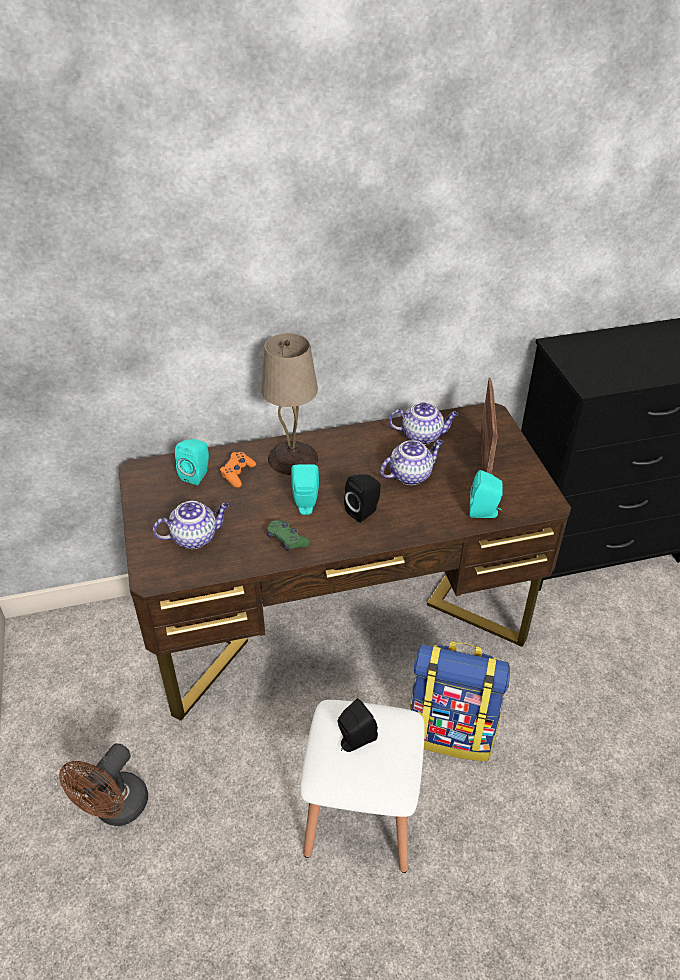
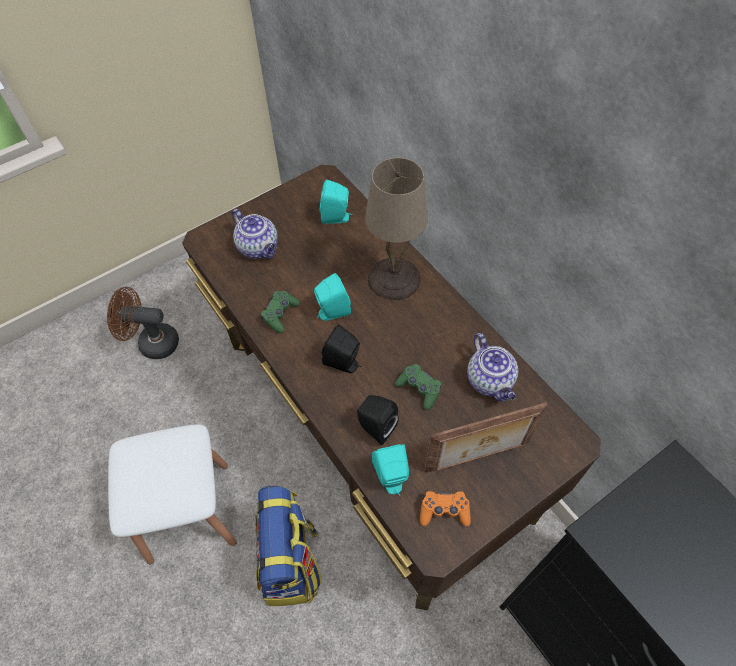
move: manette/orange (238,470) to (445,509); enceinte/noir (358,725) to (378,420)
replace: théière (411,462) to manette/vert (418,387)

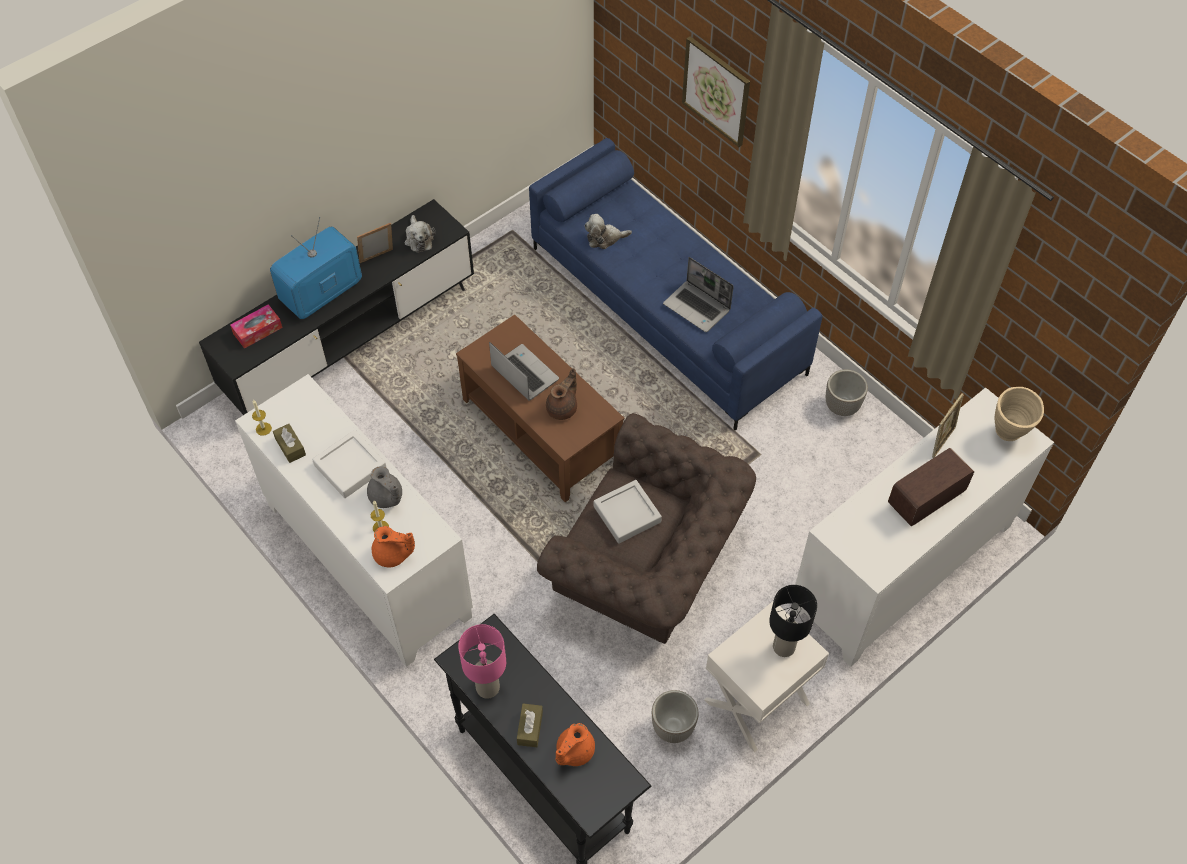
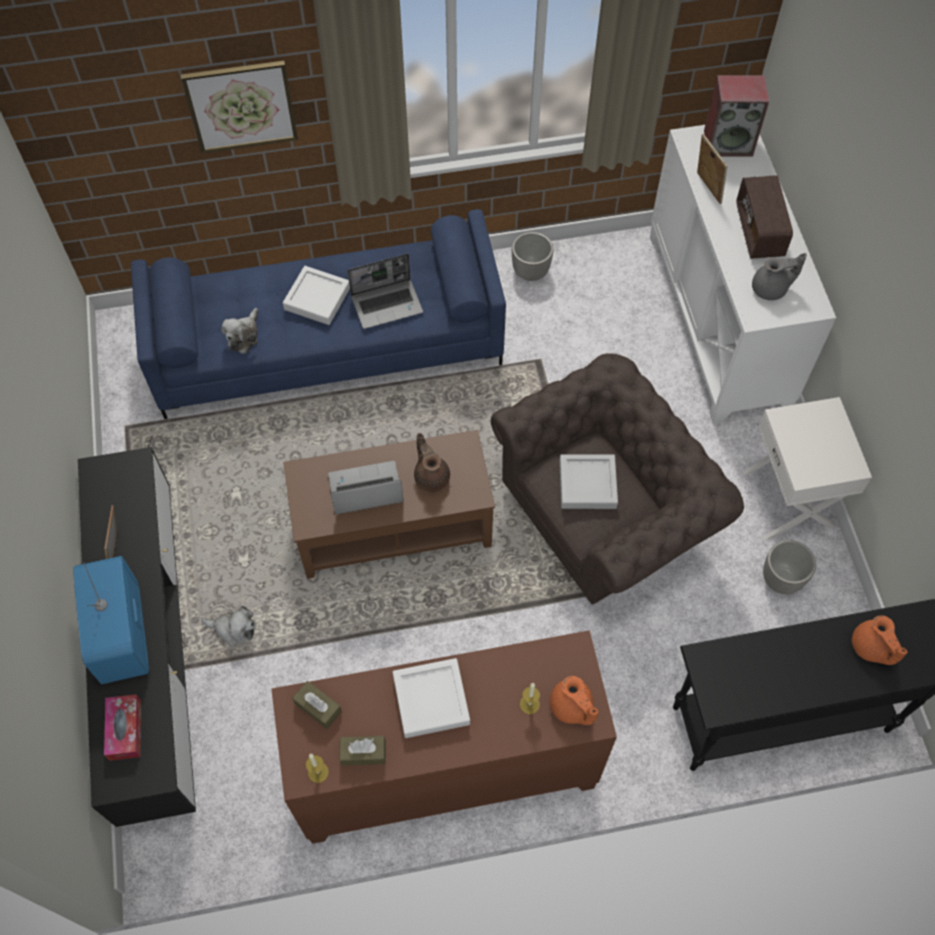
delete: lampe de table/noir (793,621); lampe de table/rose (482,661)
insert: plateau/blanc (316,295)
move: peluche (420,234) to (228,626); théière/gris (384,487) to (779,276); boîte à mouchoirs/marron (530,725) to (317,705)
replace: vase/beige (1019,414) to enceinte (736,115)
recolor: meuble de rangement/blanc (354,520) to meuble de rangement/marron (444,737)
rotate: théière/orange (393,547) = (574,700) 105 degrees clockwise

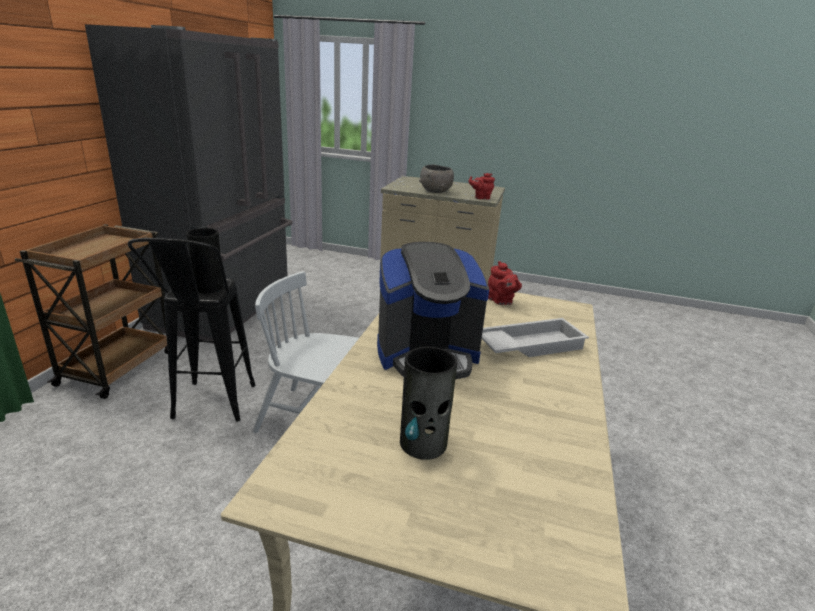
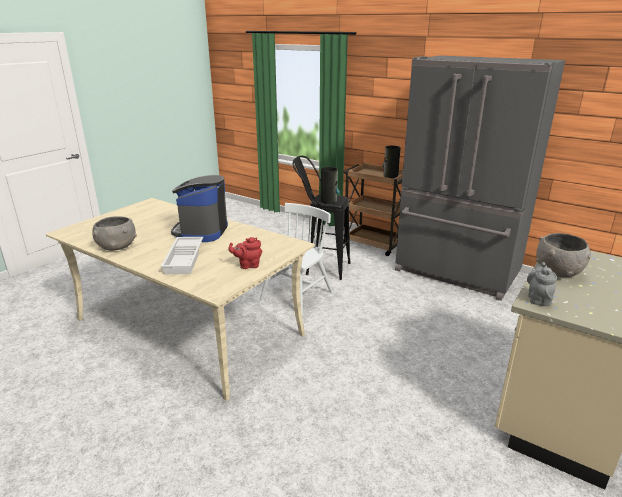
insert: bol/gris (114,233)
move: vase (428,403) to (391,162)
recolor: théière/rouge (482,186) to théière/gris (542,284)

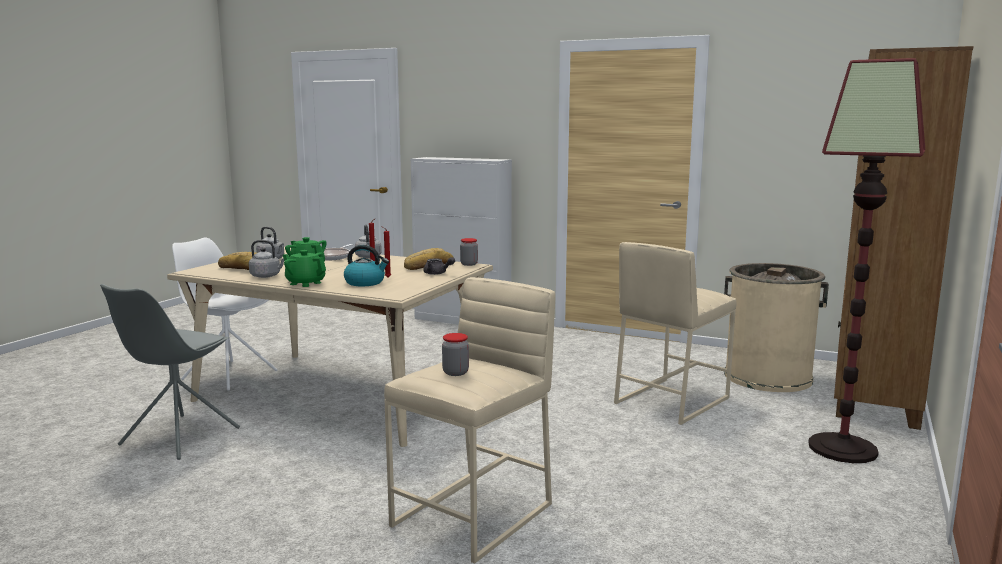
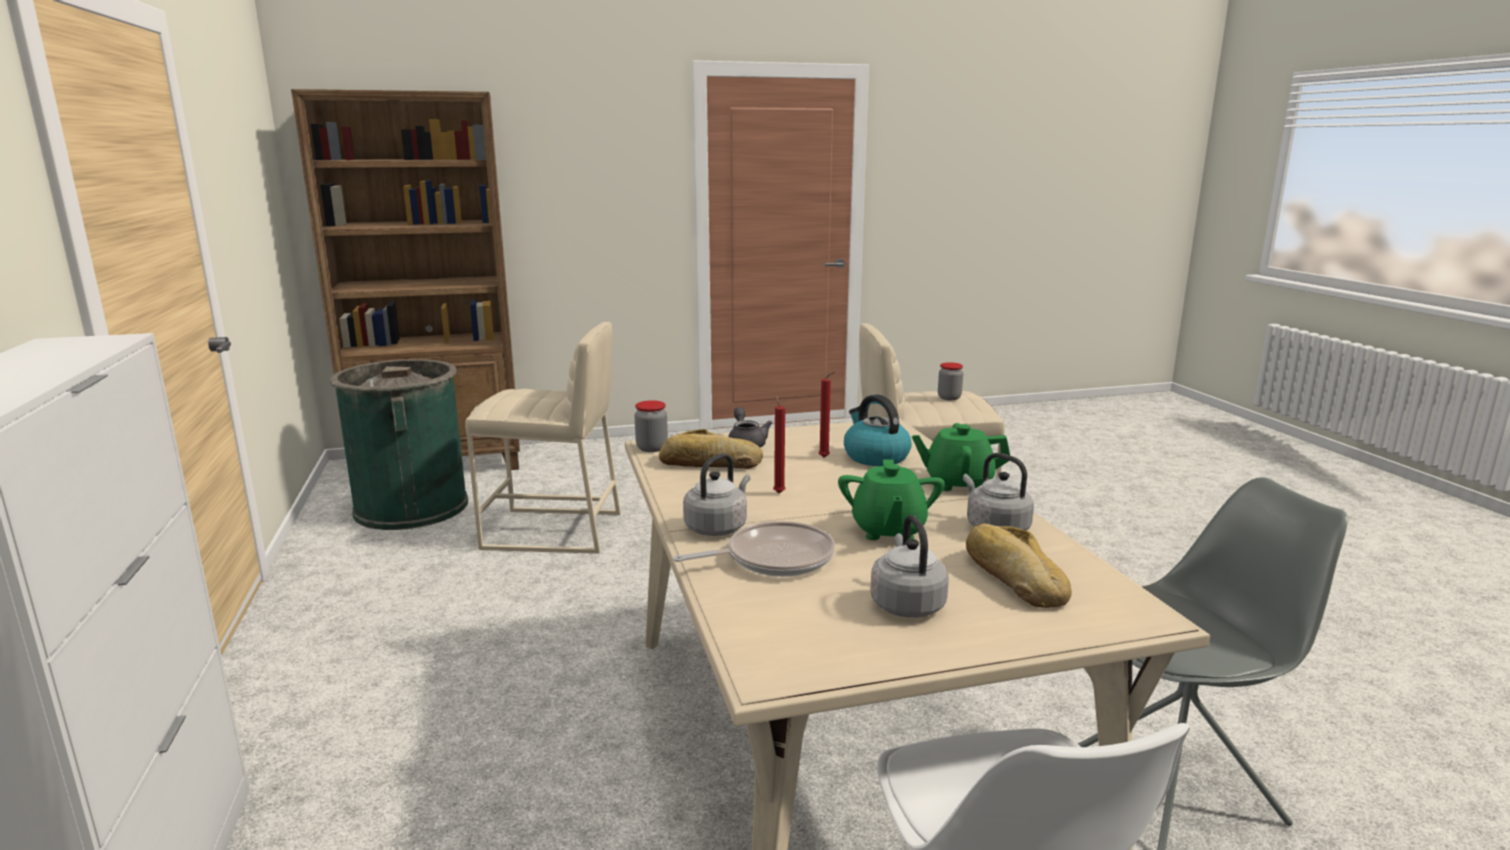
delete: lampadaire (867,260)
recolor: poubelle/beige (776,327) to poubelle/vert (399,444)
rotate: théière/vert (304,268) = (961,457) 105 degrees clockwise

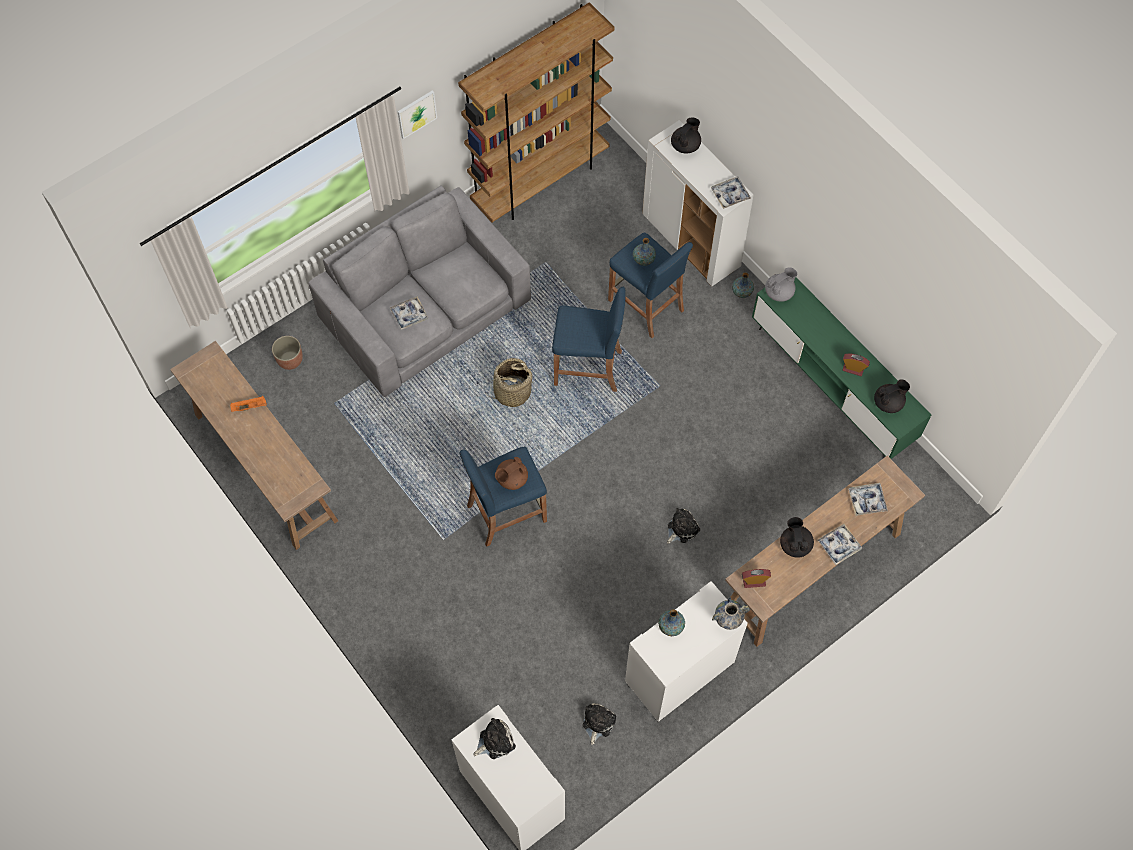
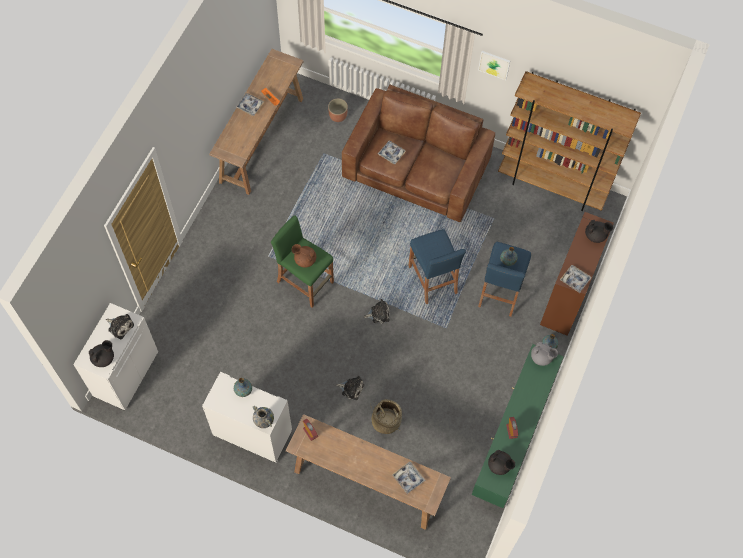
move: panier (510,382) to (386,416); théière/noir (797,537) to (101,353); plateau (840,544) to (250,104); peluche (599,724) to (377,311)
recolor: meuble de rangement/blanc (698,203) to meuble de rangement/marron (577,274); canapé/gris (420,291) to canapé/marron (418,153); tabouret/bleu (503,497) to tabouret/vert (302,261)

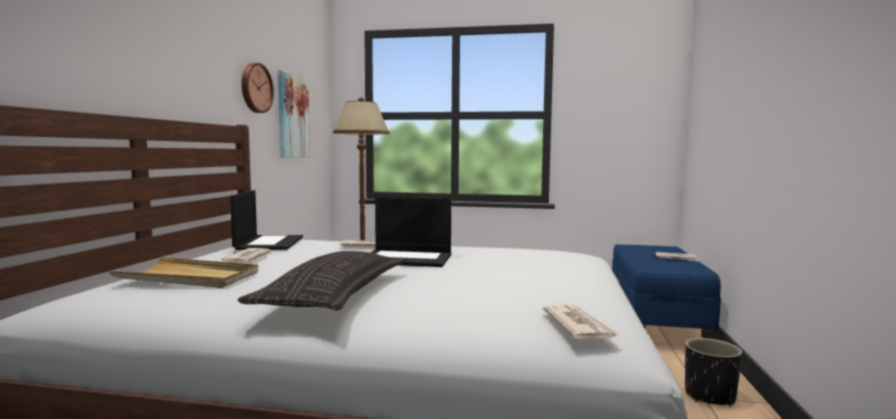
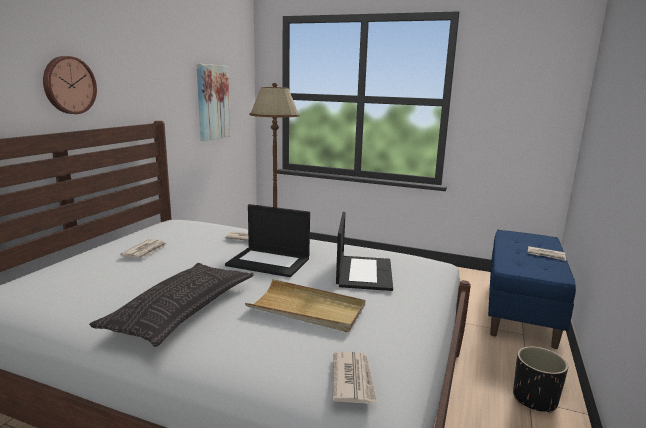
move: horloge murale (257,88) to (70,85); ordinateur portable (266,220) to (364,251); plateau/beige (183,272) to (305,305)

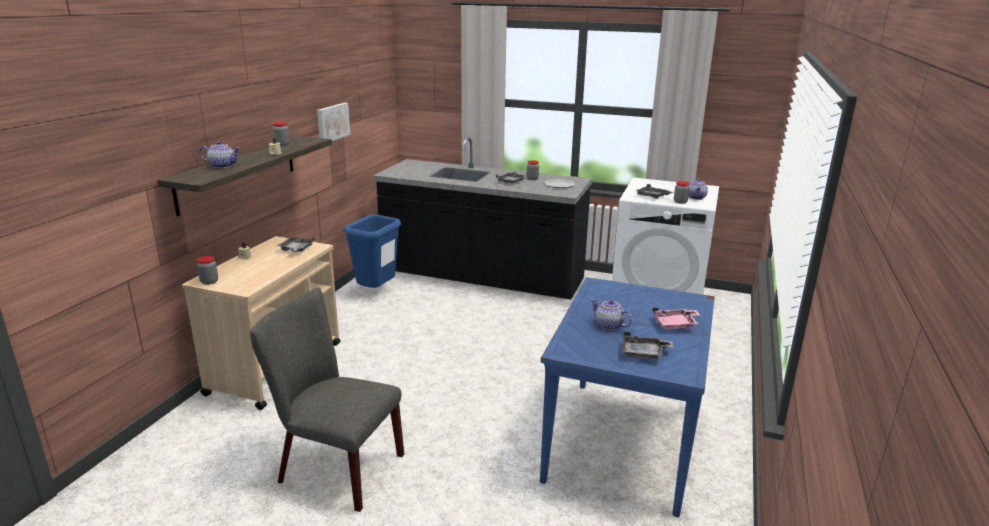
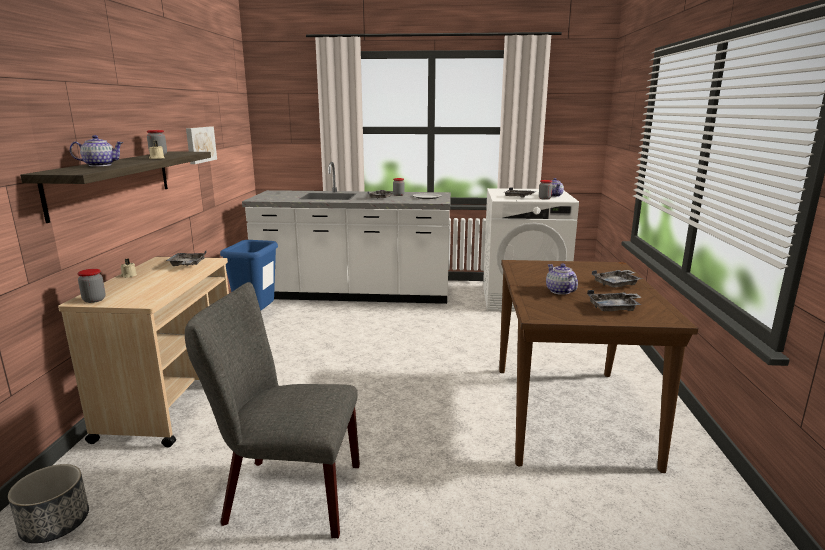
insert: cache-pot (48,504)
recolor: comptoir de cuisine/noir (482,218) to comptoir de cuisine/blanc (346,233); table à manger/bleu (627,397) to table à manger/marron (598,366); plateau/rose (676,318) to plateau/gris (617,279)
rotate: théière (611,314) = (562,279) 45 degrees clockwise

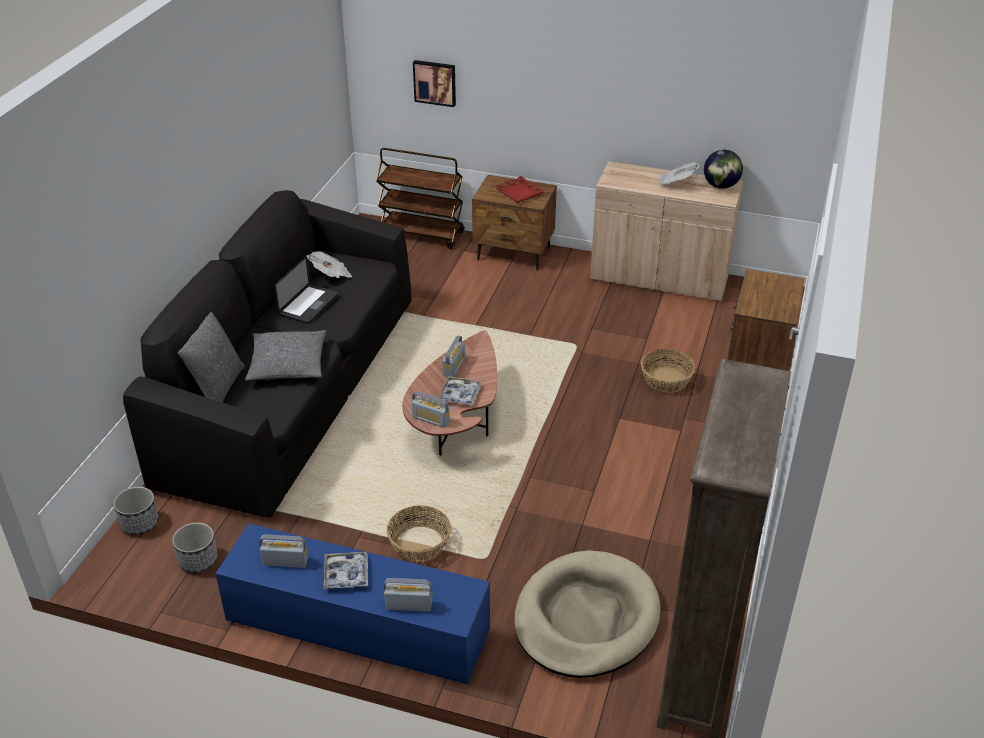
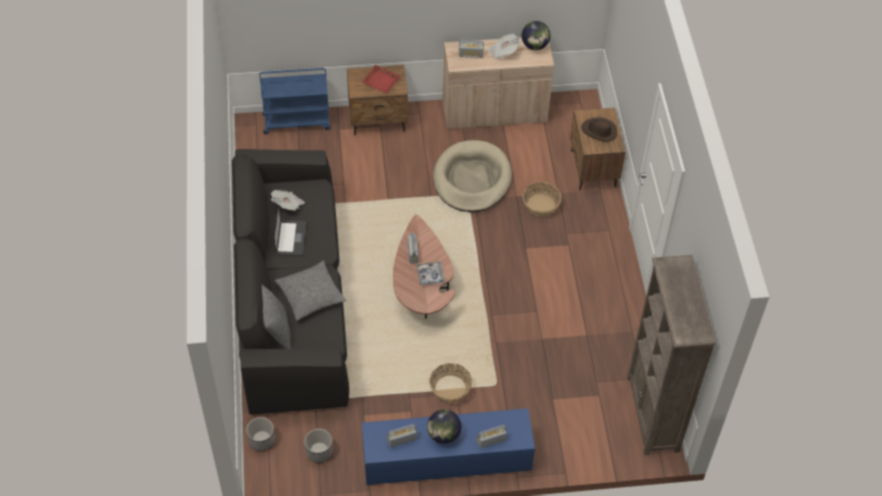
delete: tableau (434,83)
insert: chapeau/marron (599,129)
move: radio (431,409) to (471,49); panier pour chien/beige (587,614) to (472,176)
replace: plateau (346,570) to globe (444,426)
recolor: chariot/marron (420,198) to chariot/bleu (295,101)

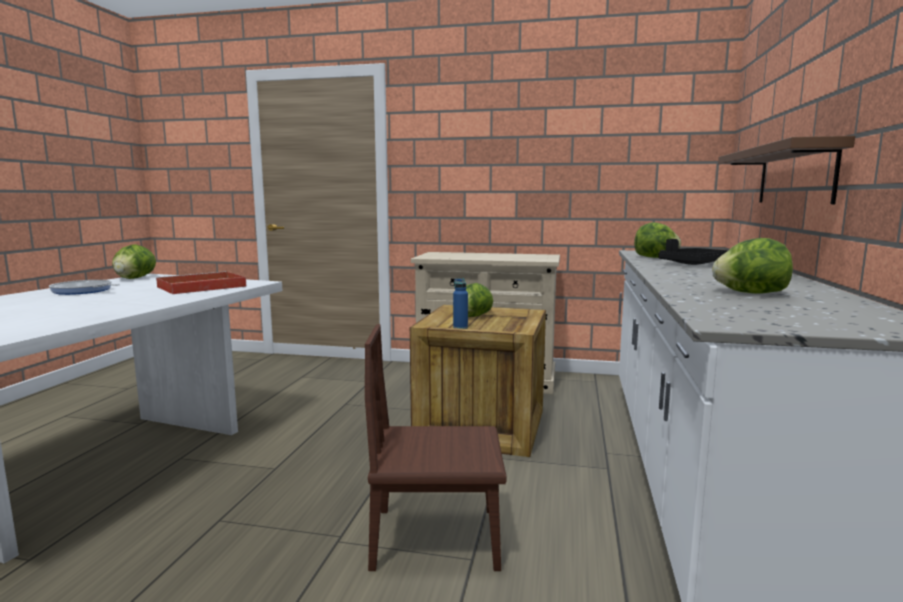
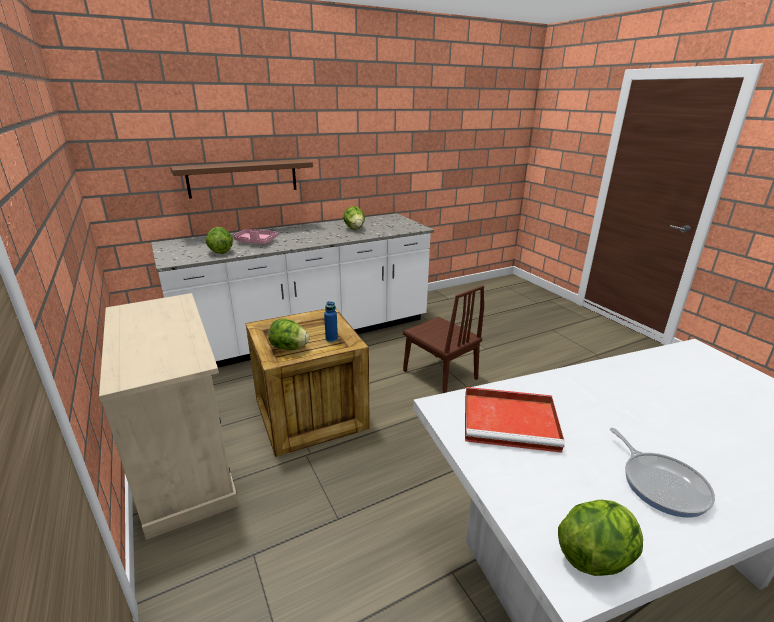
recolor: plateau/noir (693,252) to plateau/rose (255,236)

